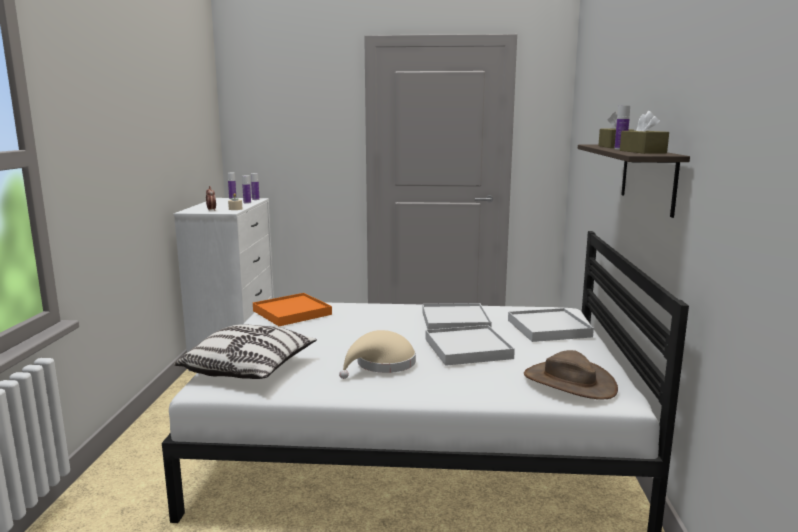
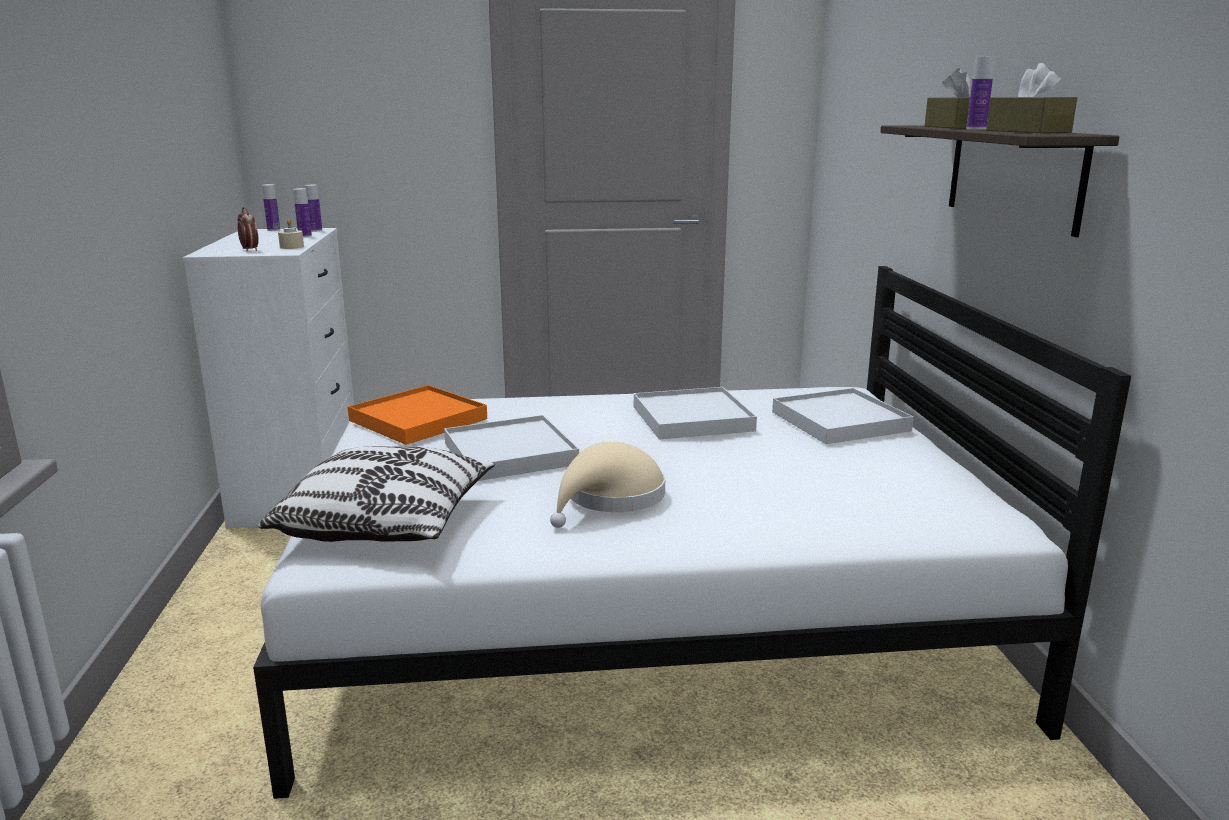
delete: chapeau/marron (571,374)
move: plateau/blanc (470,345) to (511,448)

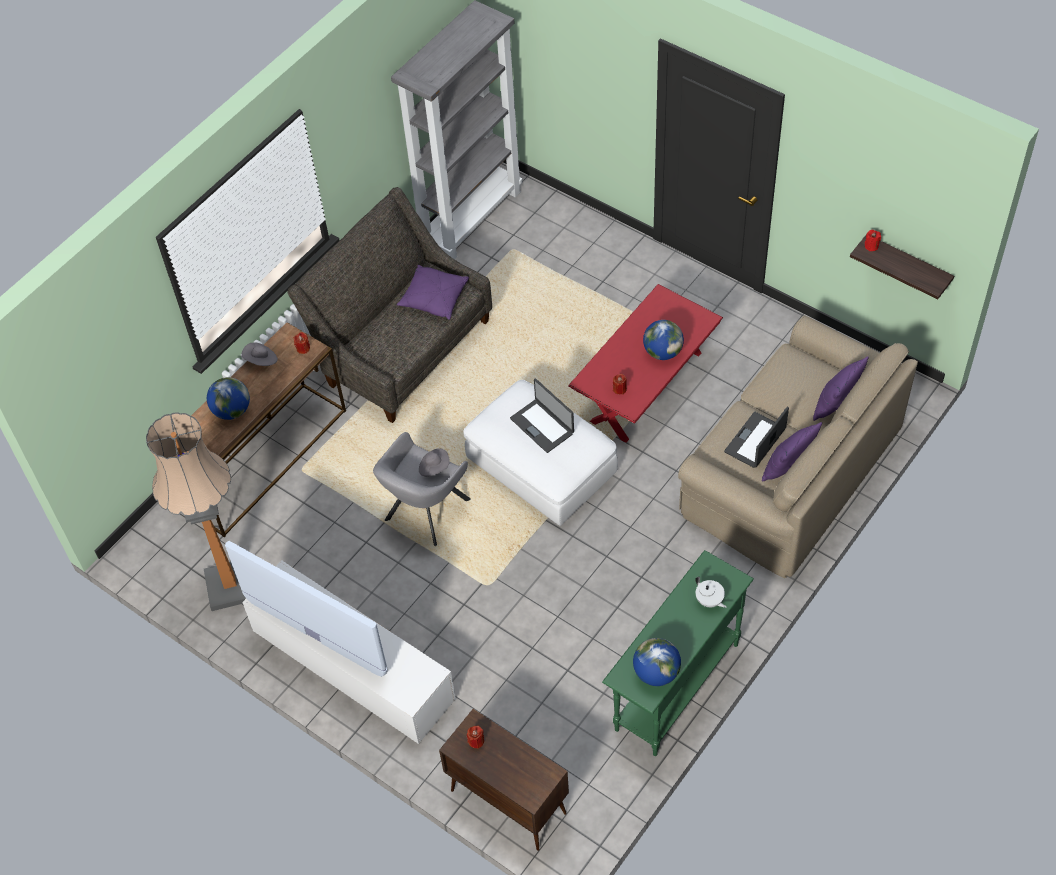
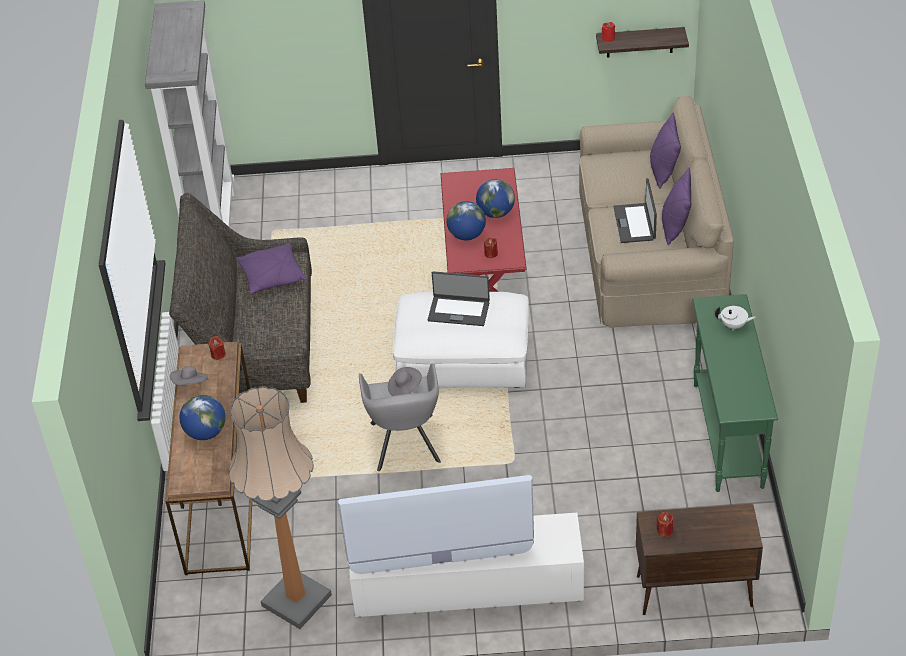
move: globe (657,662) to (466,220)

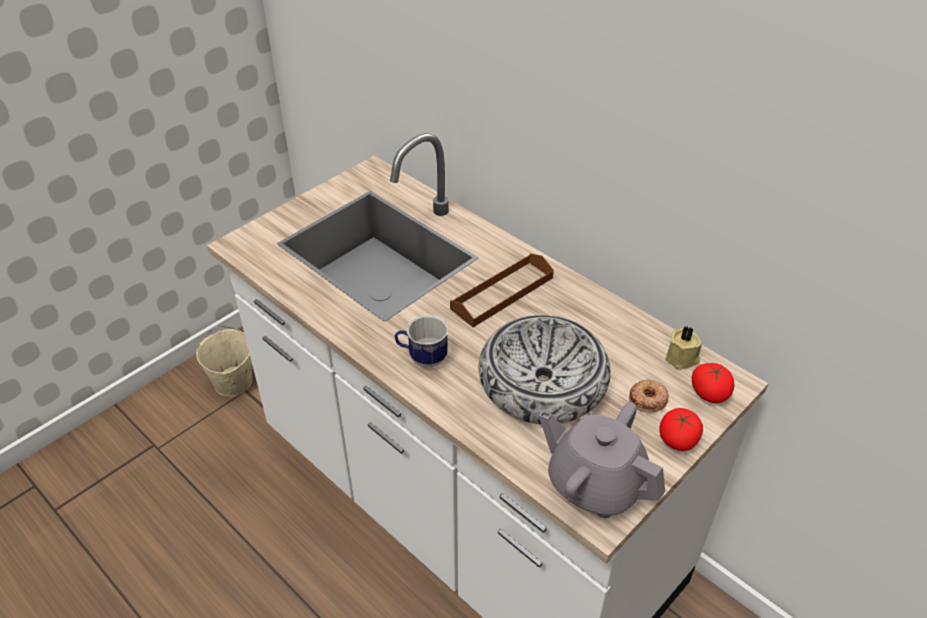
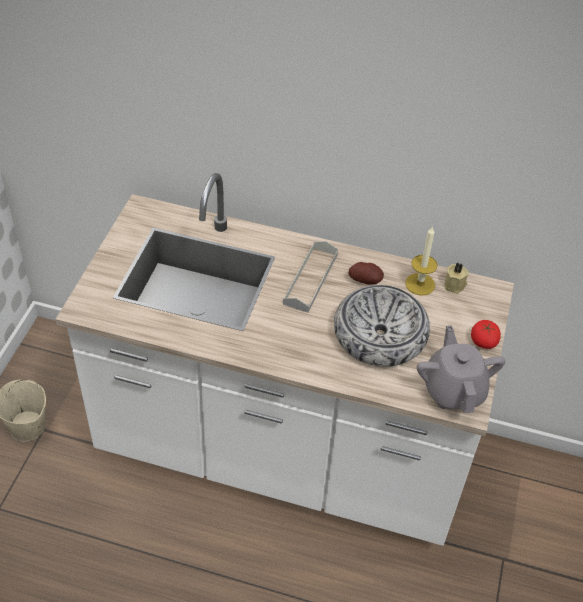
delete: mug (422,341); tomate (713,383); beignet (649,396)
insert: bougie (421,261); pomme de terre (366,273)
recolor: plateau/marron (502,290) to plateau/gris (310,277)
rotate: théière/gris (602,460) = (461,369) 75 degrees clockwise

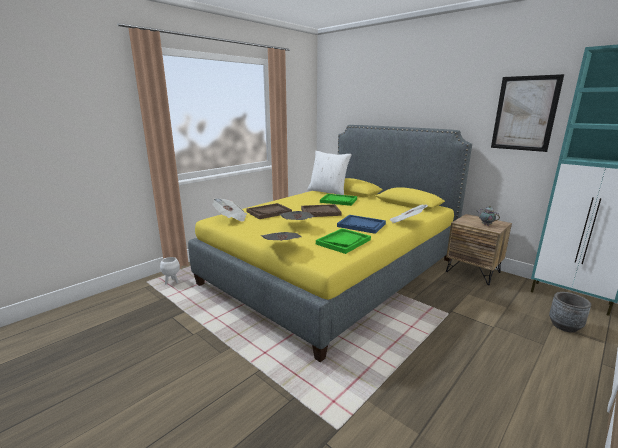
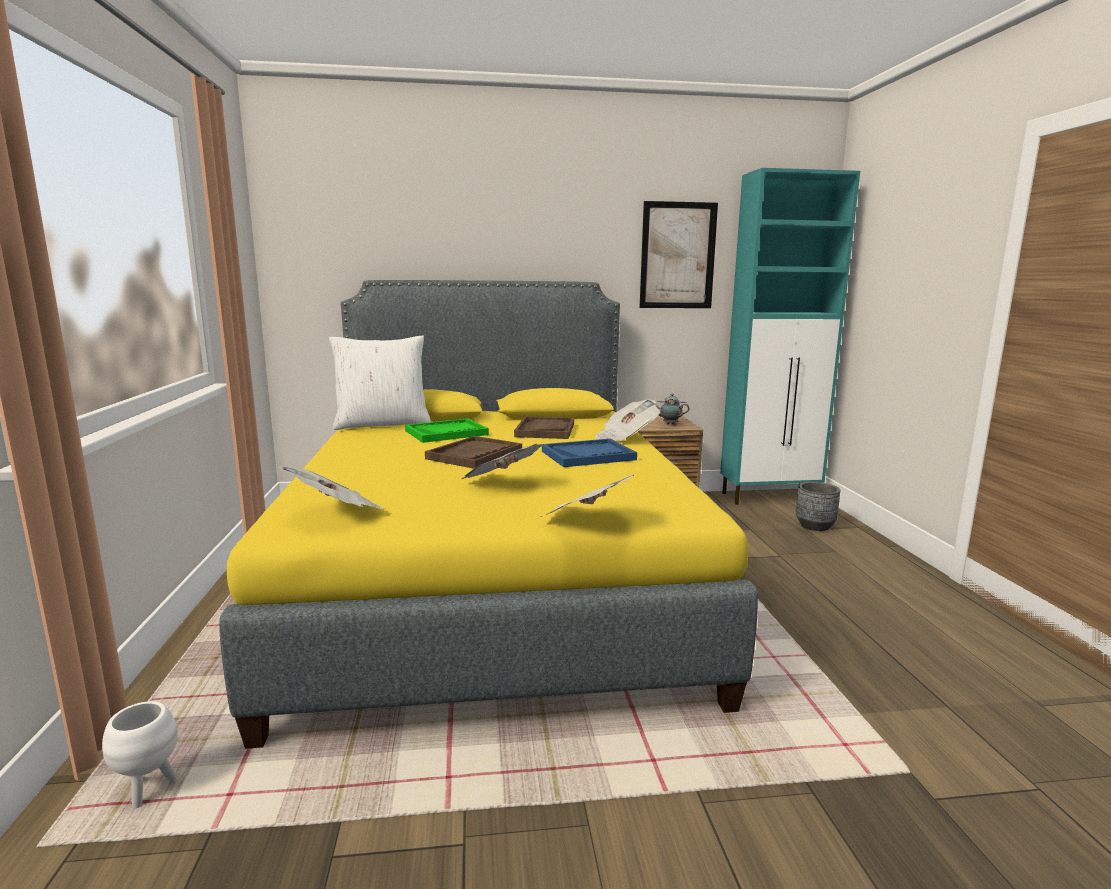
delete: plateau/vert (343,241)
move: plateau/marron (269,211) to (544,427)

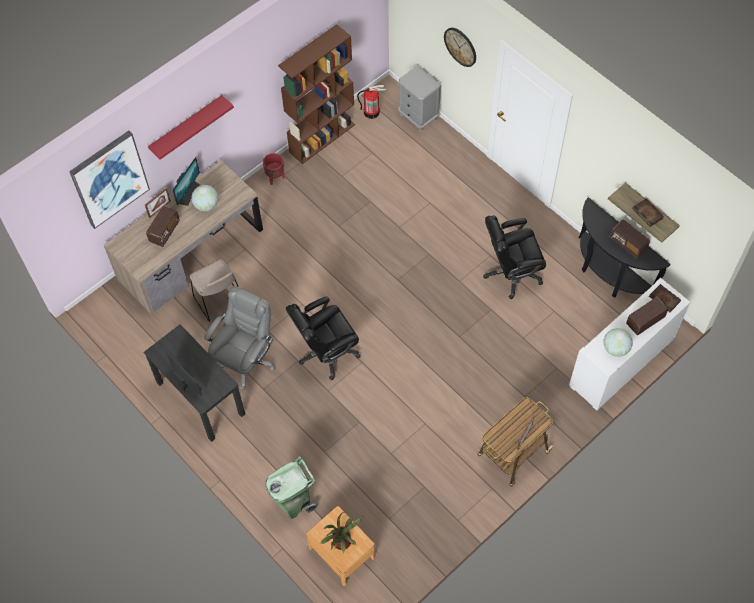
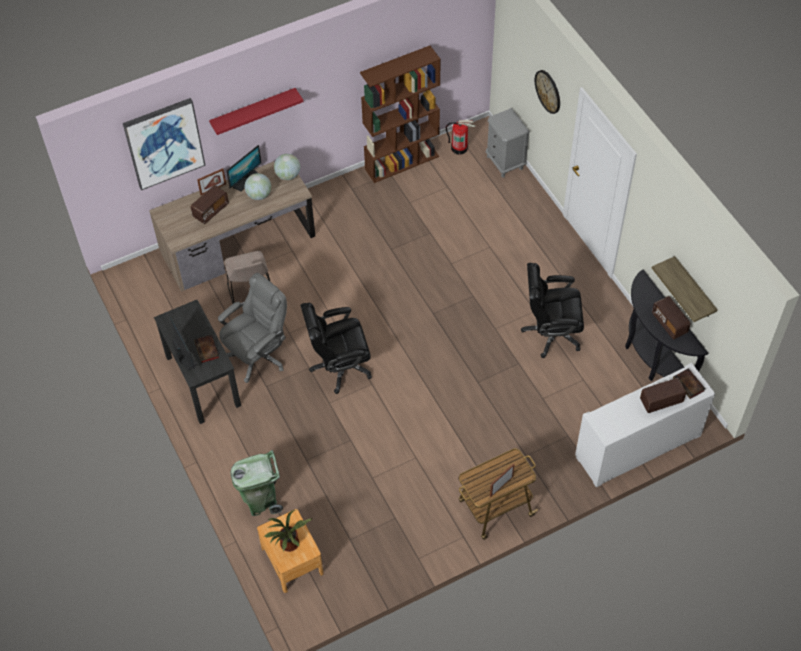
delete: cache-pot/rouge (273,169)
move: livre (648,212) to (206,349); globe (618,342) to (287,167)

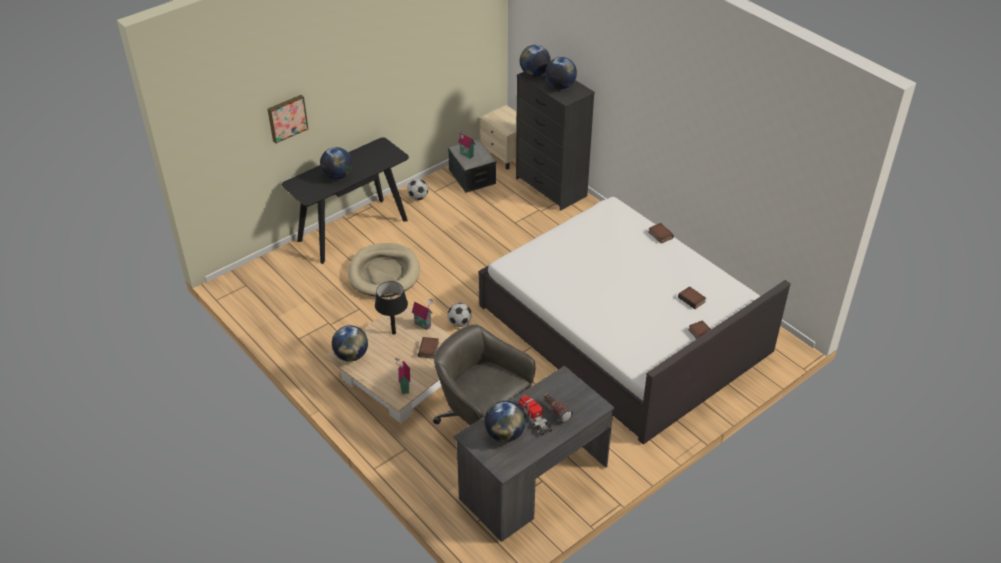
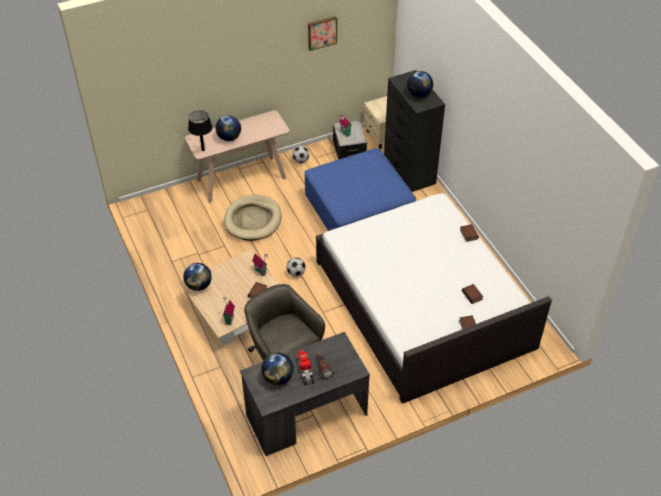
delete: globe (535,61)
insert: pouf/bleu (360,189)
move: tableau (288,119) to (322,33); lampe de table/noir (391,308) to (200,131)
recolor: table console/noir (345,201) to table console/beige (237,156)

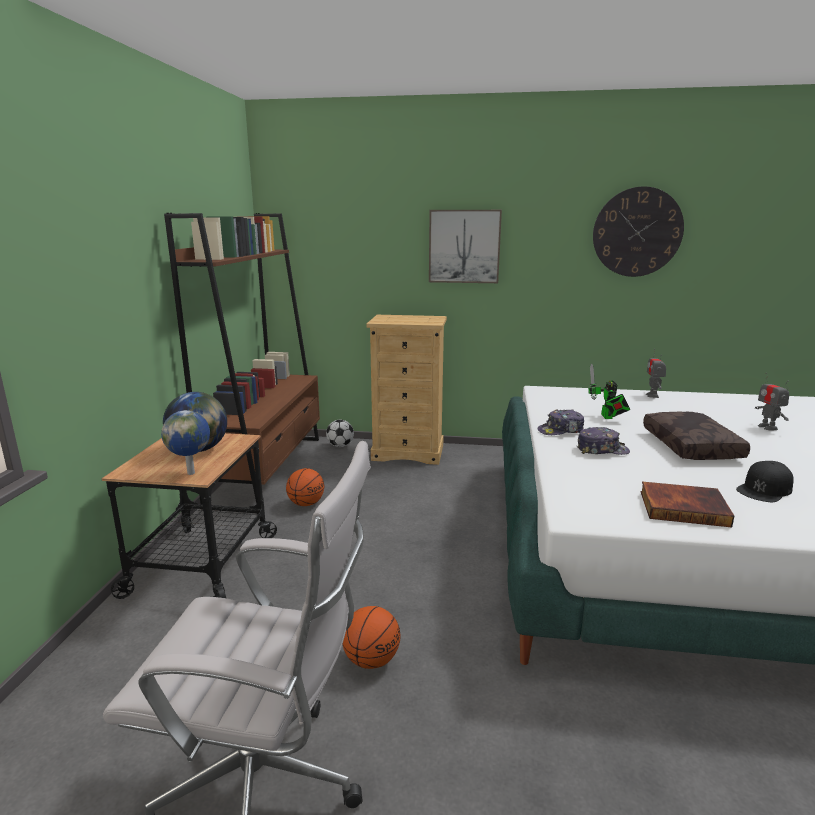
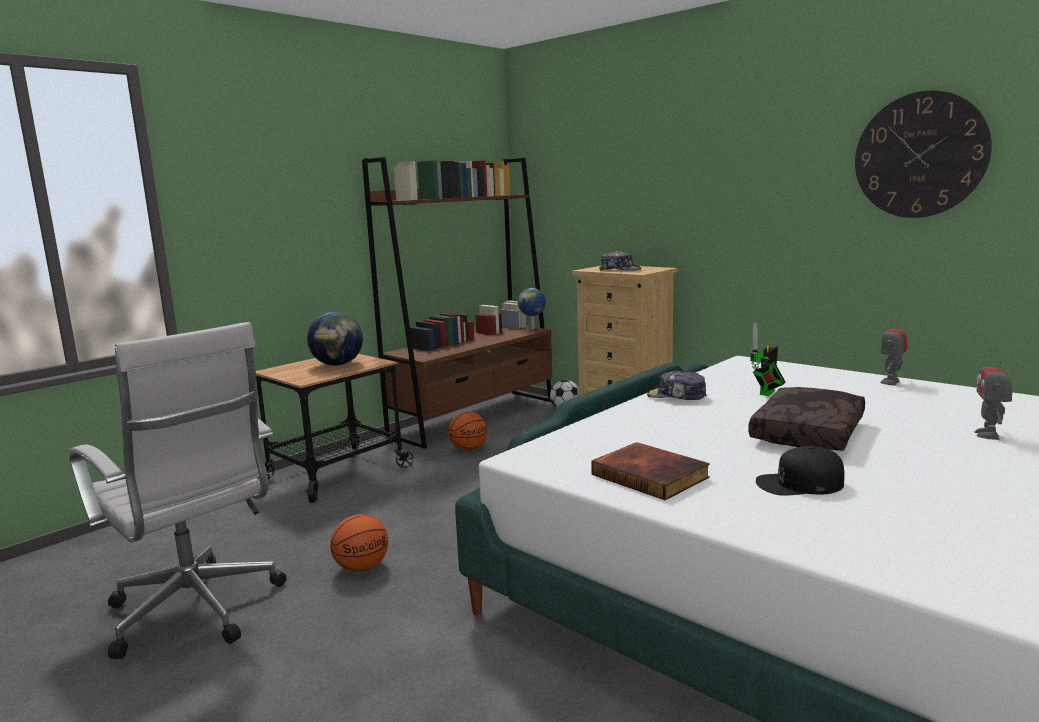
delete: tableau (465,246)
move: globe (185,442) to (532,308); casquette (603,441) to (620,261)

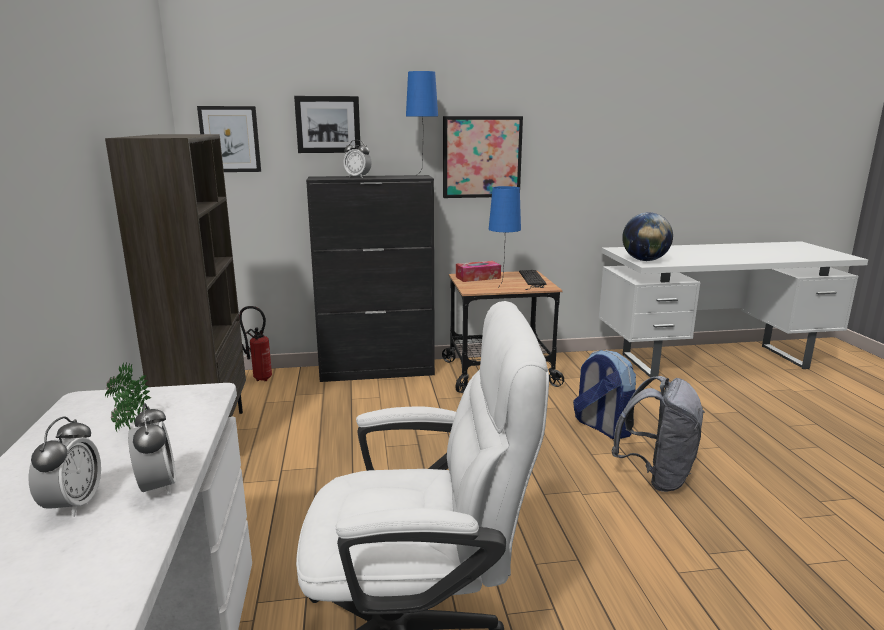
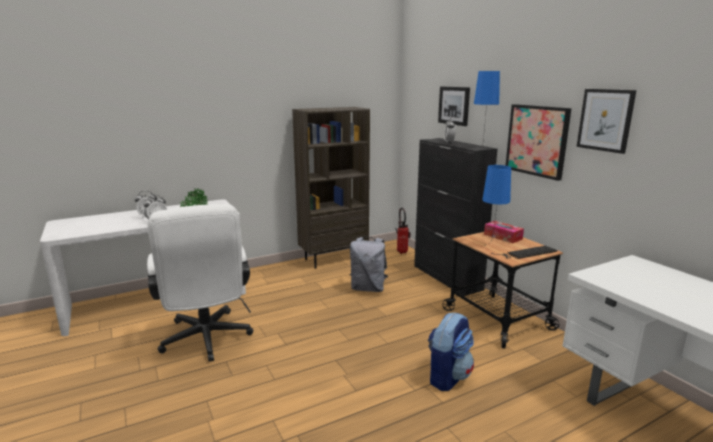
delete: globe (647,236)
move: tableau (229,139) to (606,121); sac à dos/gris (658,434) to (369,264)

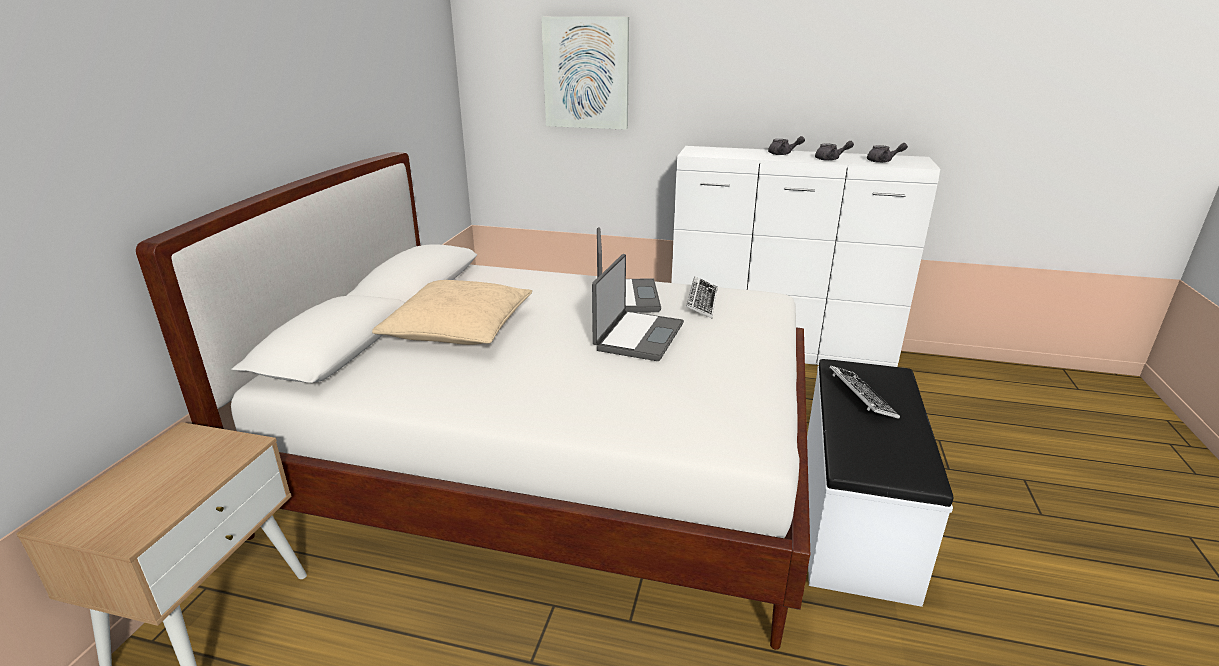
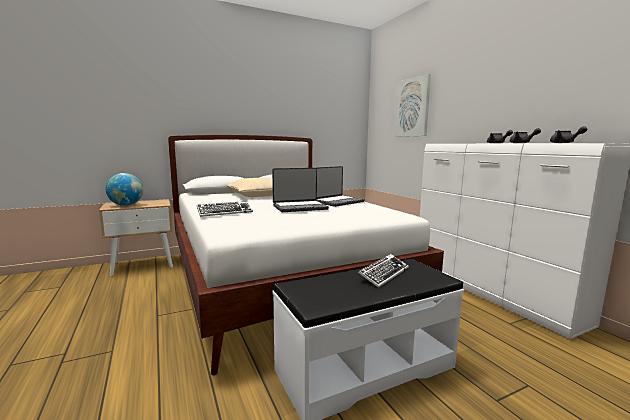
insert: globe (124,189)
move: clavier (701,297) to (225,209)

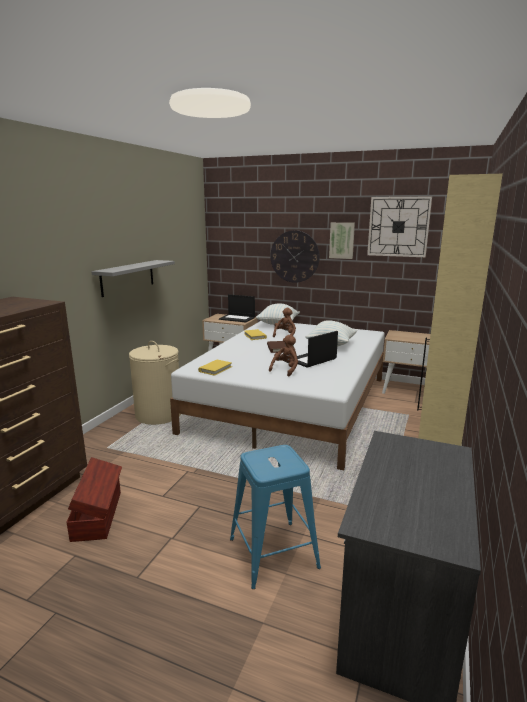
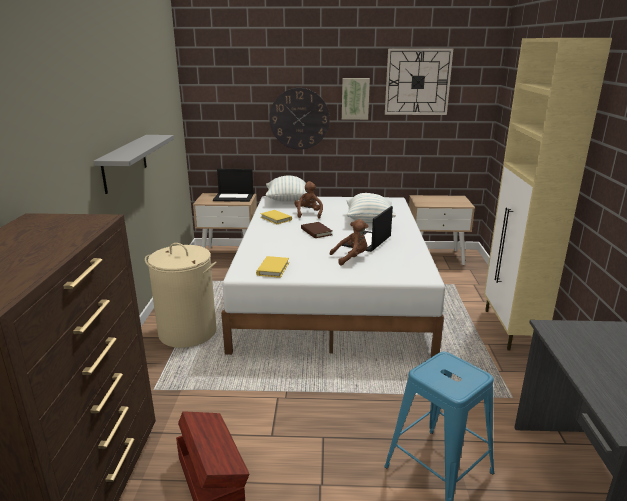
rotate: peluche/marron (283,355) = (349,242) 60 degrees clockwise

